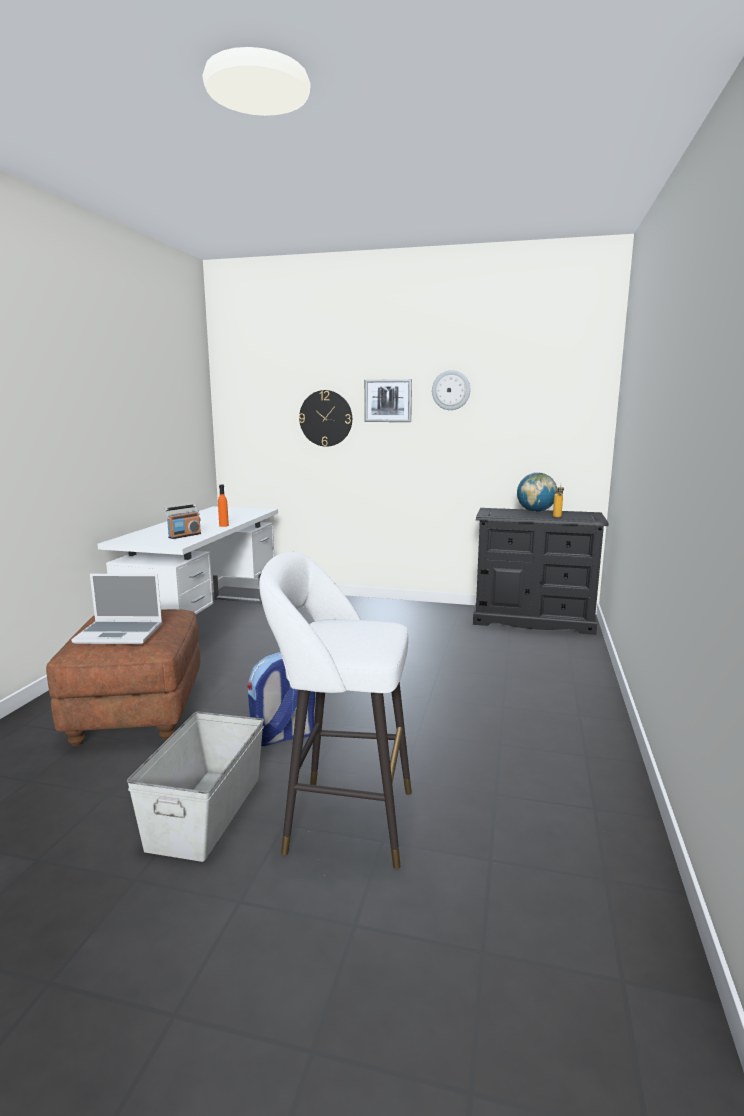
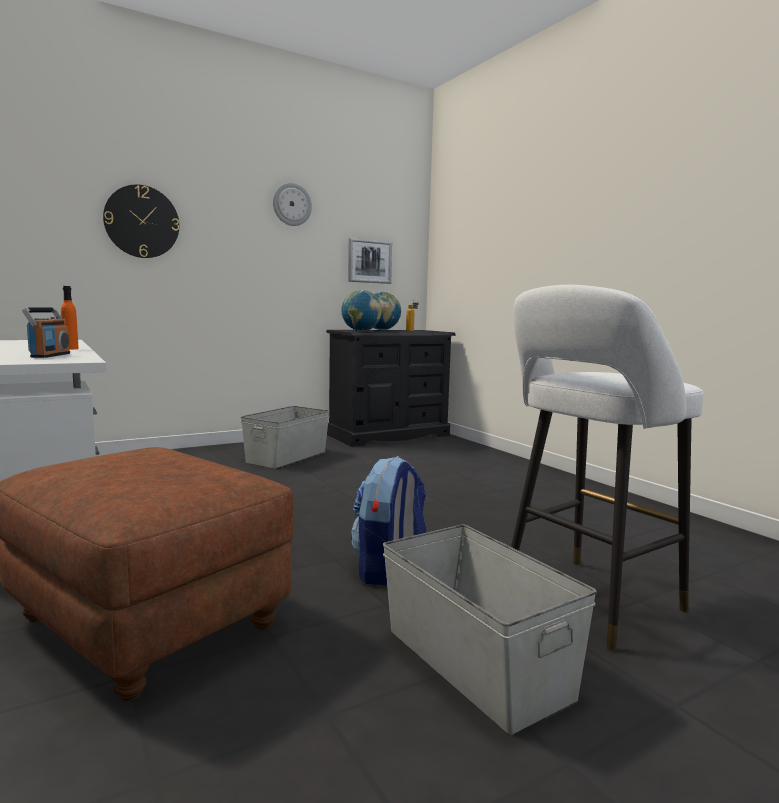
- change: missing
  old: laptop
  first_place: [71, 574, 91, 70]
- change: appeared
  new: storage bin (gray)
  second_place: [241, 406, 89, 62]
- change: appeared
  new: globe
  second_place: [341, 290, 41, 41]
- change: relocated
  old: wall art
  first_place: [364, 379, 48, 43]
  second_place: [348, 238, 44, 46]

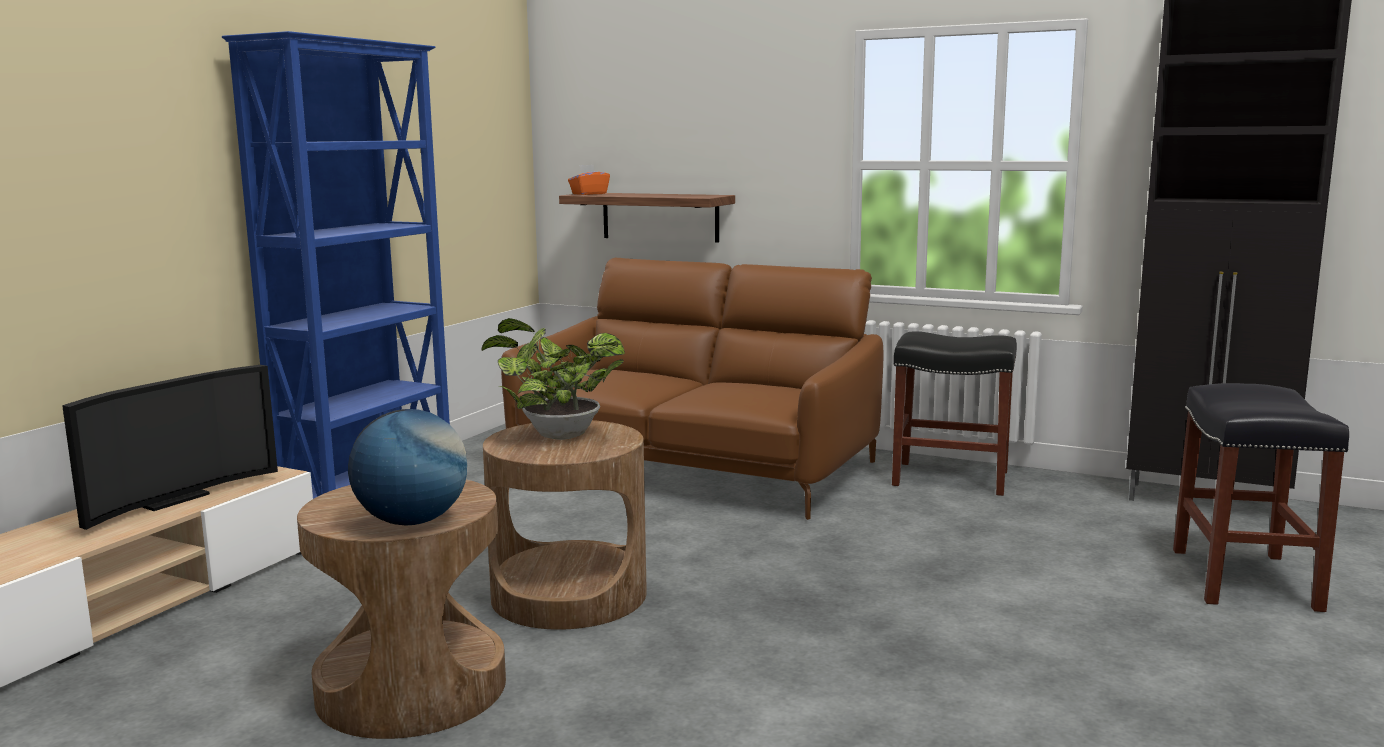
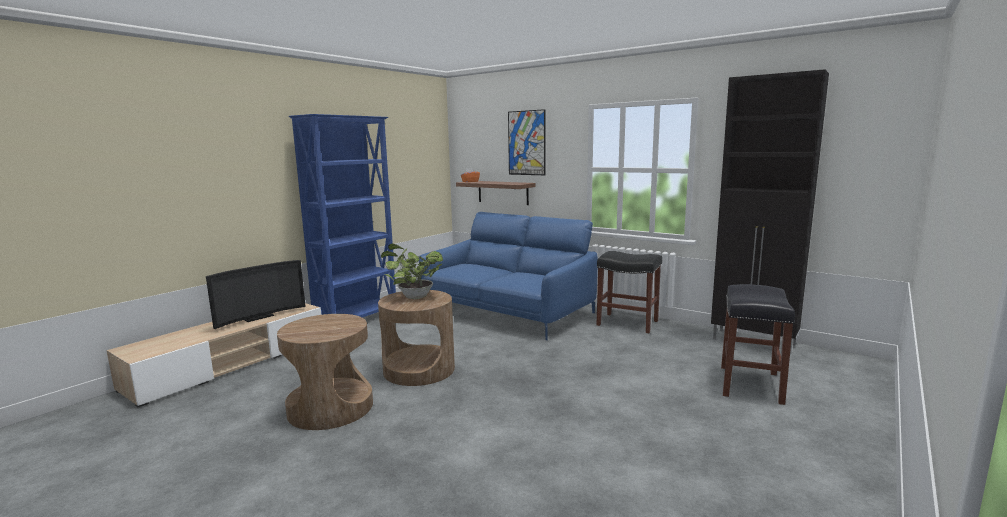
- change: missing
  old: globe
  first_place: [348, 409, 119, 116]
- change: appeared
  new: wall art
  second_place: [508, 109, 38, 66]
- change: colour
  old: settee (brown-coloured)
  new: settee (blue-coloured)
  first_place: [501, 258, 383, 262]
  second_place: [419, 212, 179, 128]

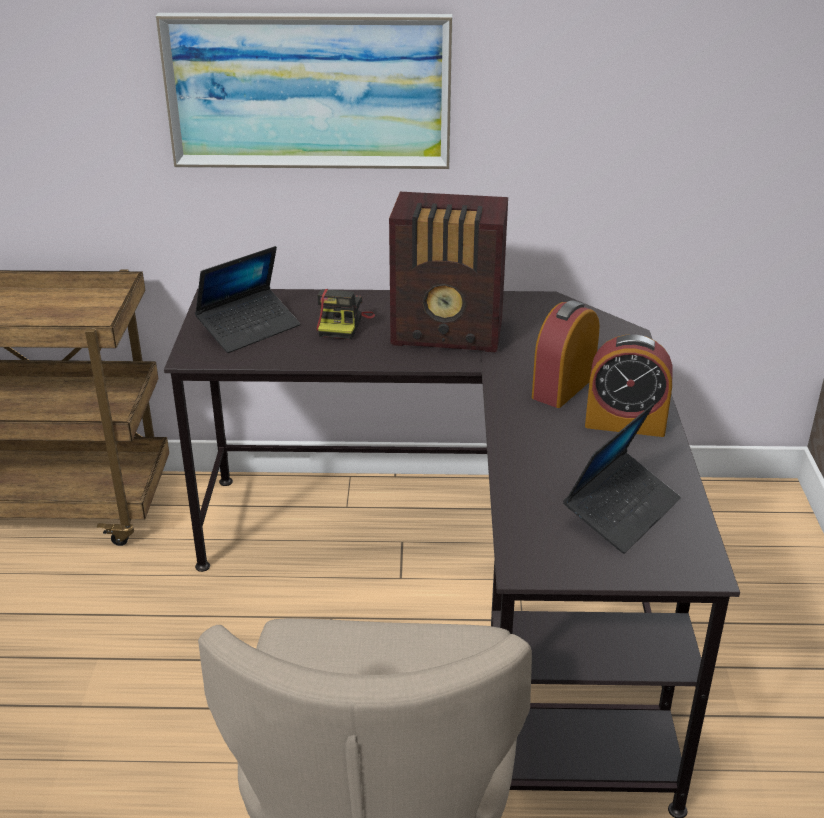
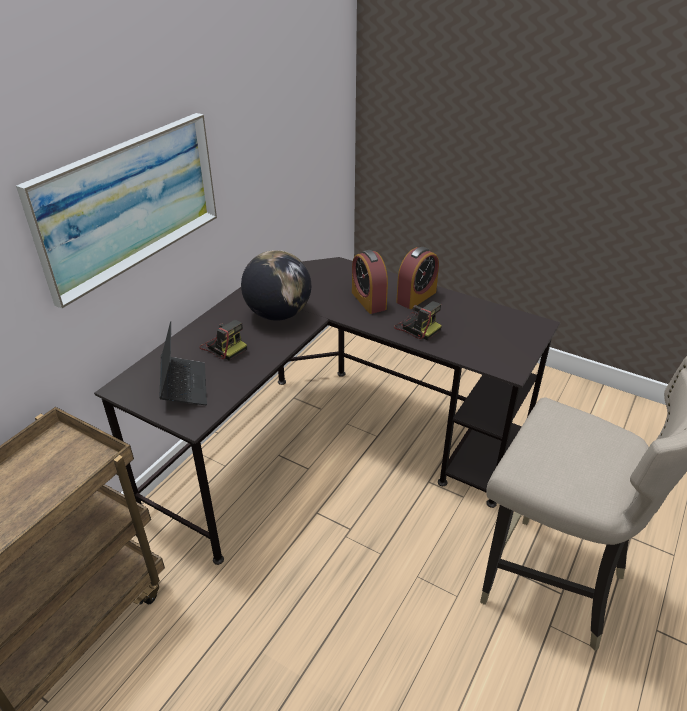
- change: missing
  old: laptop
  first_place: [563, 403, 118, 151]
- change: appeared
  new: still camera
  second_place: [394, 301, 48, 39]
- change: exchanged
  old: radio
  new: globe
  first_place: [389, 192, 119, 160]
  second_place: [241, 250, 70, 71]

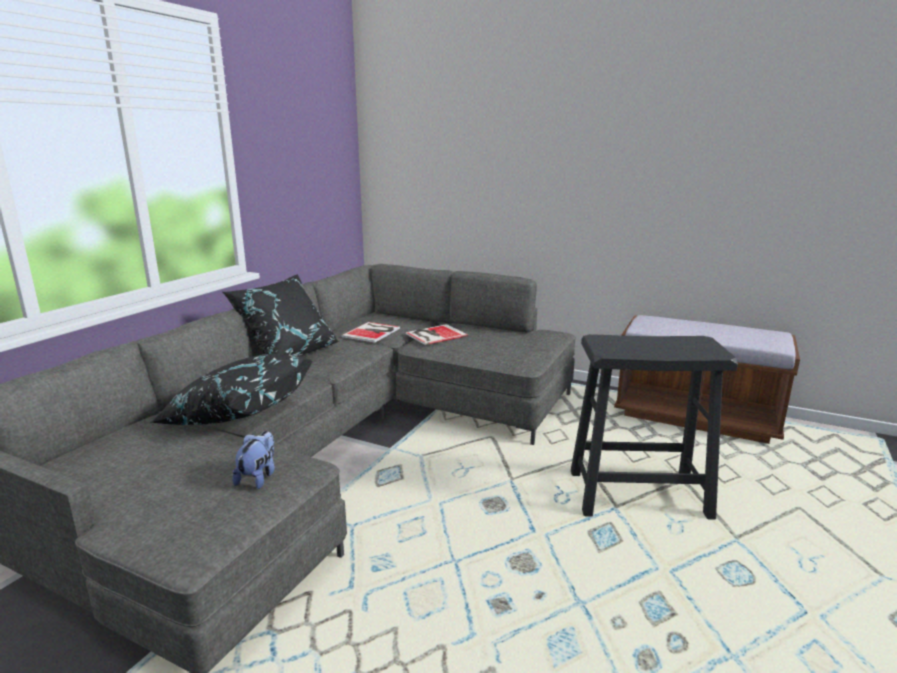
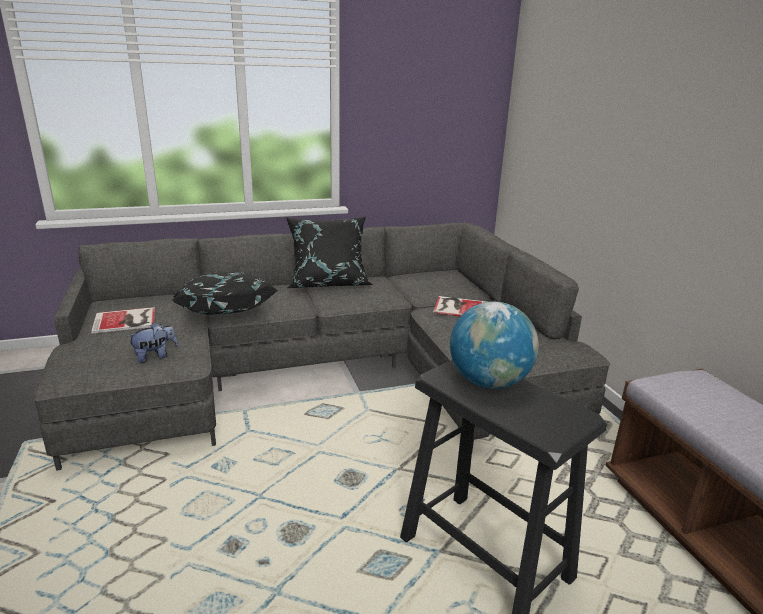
- change: appeared
  new: globe
  second_place: [450, 302, 89, 87]
- change: relocated
  old: book
  first_place: [341, 322, 59, 21]
  second_place: [91, 307, 64, 27]

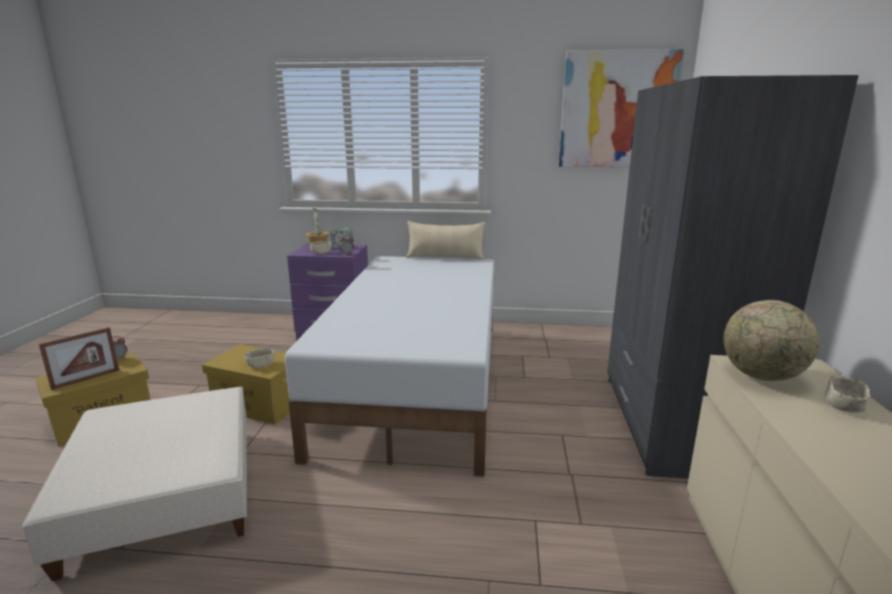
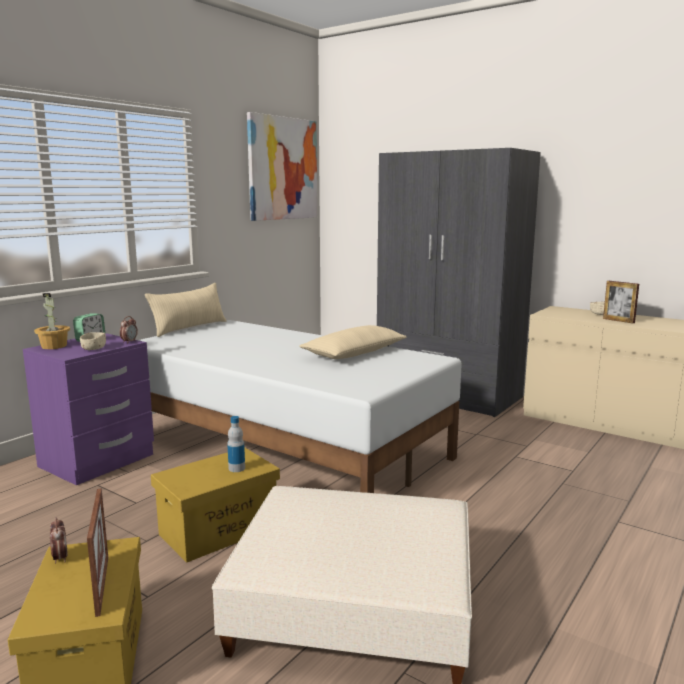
- change: missing
  old: globe
  first_place: [724, 300, 95, 81]
- change: appeared
  new: pillow (beige-coloured)
  second_place: [299, 325, 108, 34]
- change: appeared
  new: standing frame
  second_place: [603, 281, 36, 42]
- change: exchanged
  old: deep dish (beige-coloured)
  new: beverage bottle
  first_place: [244, 348, 31, 20]
  second_place: [227, 416, 18, 56]

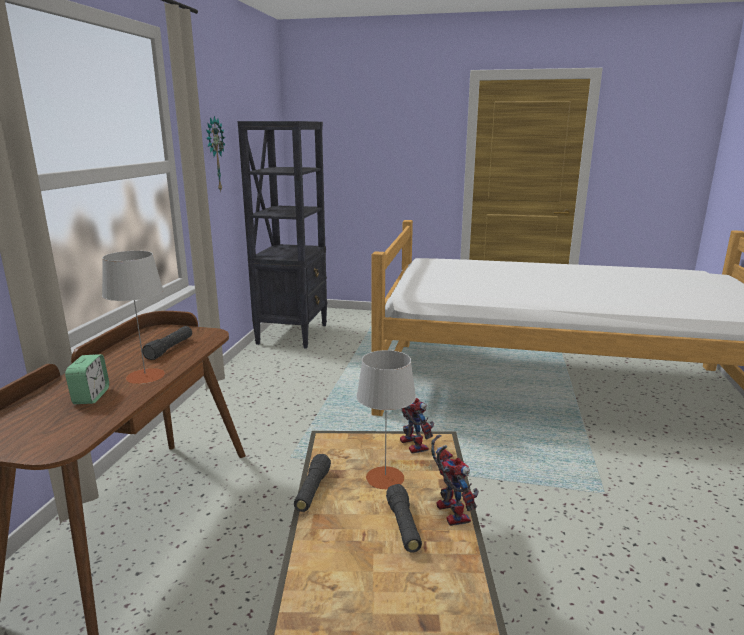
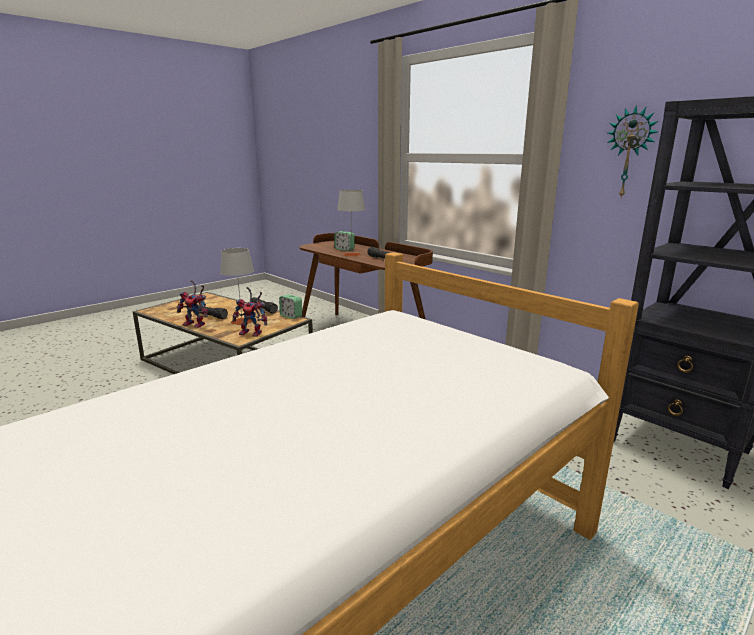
- change: appeared
  new: bedside clock
  second_place: [279, 294, 23, 25]

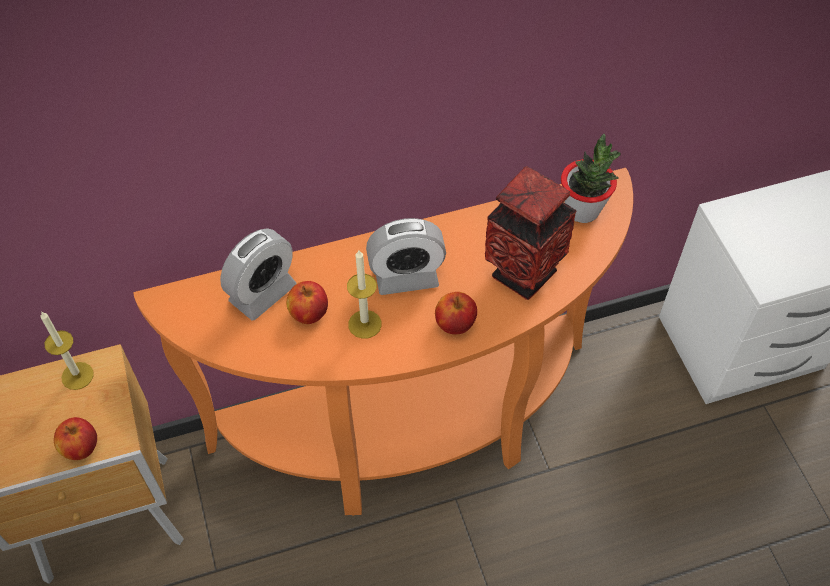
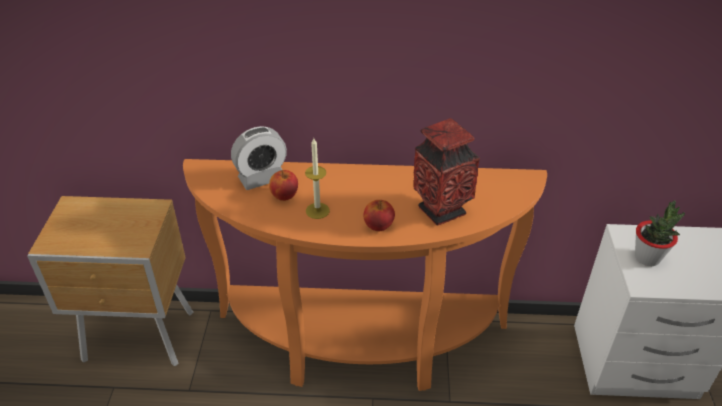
- change: missing
  old: wax light
  first_place: [40, 311, 54, 79]
- change: missing
  old: apple
  first_place: [54, 417, 43, 43]
- change: missing
  old: bedside clock
  first_place: [366, 218, 80, 77]
- change: relocated
  old: houseplant
  first_place: [561, 134, 60, 89]
  second_place: [635, 200, 50, 66]

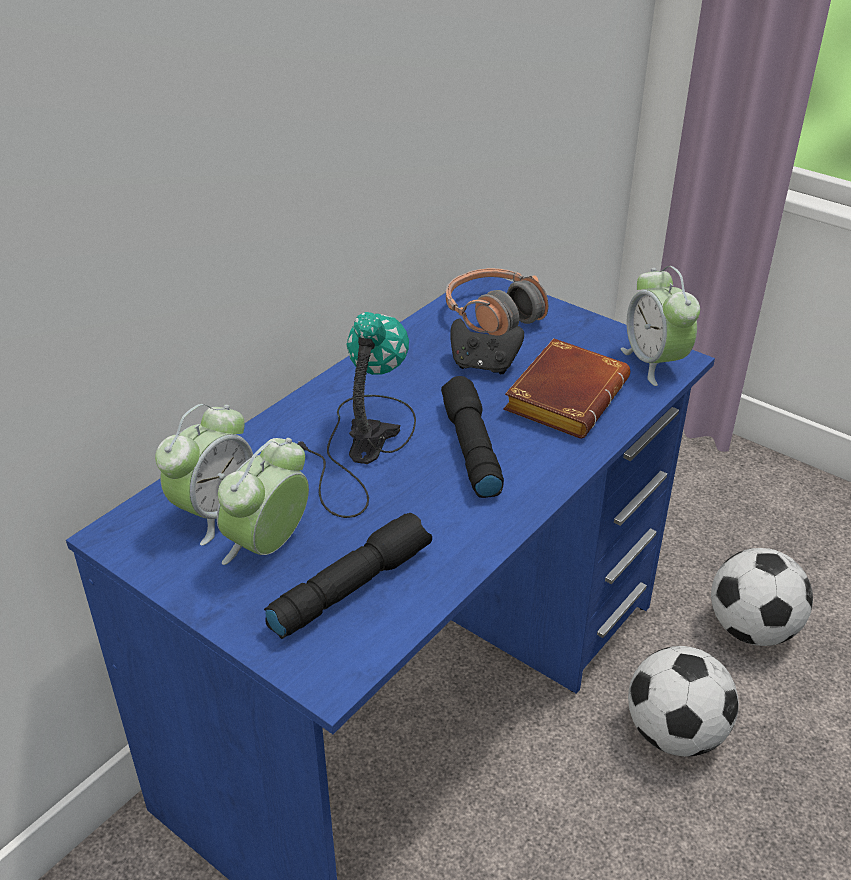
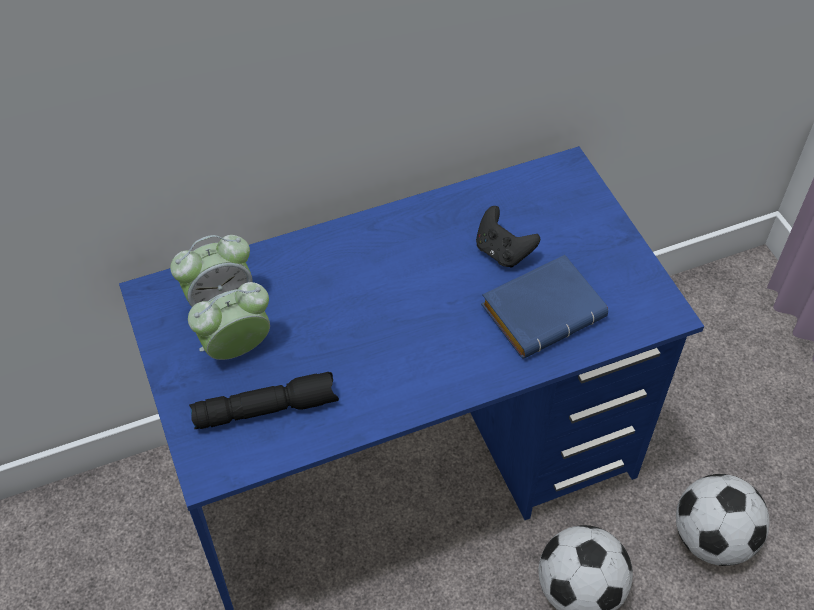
- change: missing
  old: lamp for a table
  first_place: [297, 312, 119, 206]
- change: missing
  old: hand torch (blackish)
  first_place: [441, 376, 63, 122]
- change: missing
  old: headphones
  first_place: [446, 268, 102, 68]
- change: missing
  old: bedside clock
  first_place: [621, 266, 79, 120]
- change: colour
  old: book (brown-coloured)
  new: book (blue-coloured)
  first_place: [503, 338, 127, 101]
  second_place: [481, 255, 127, 104]

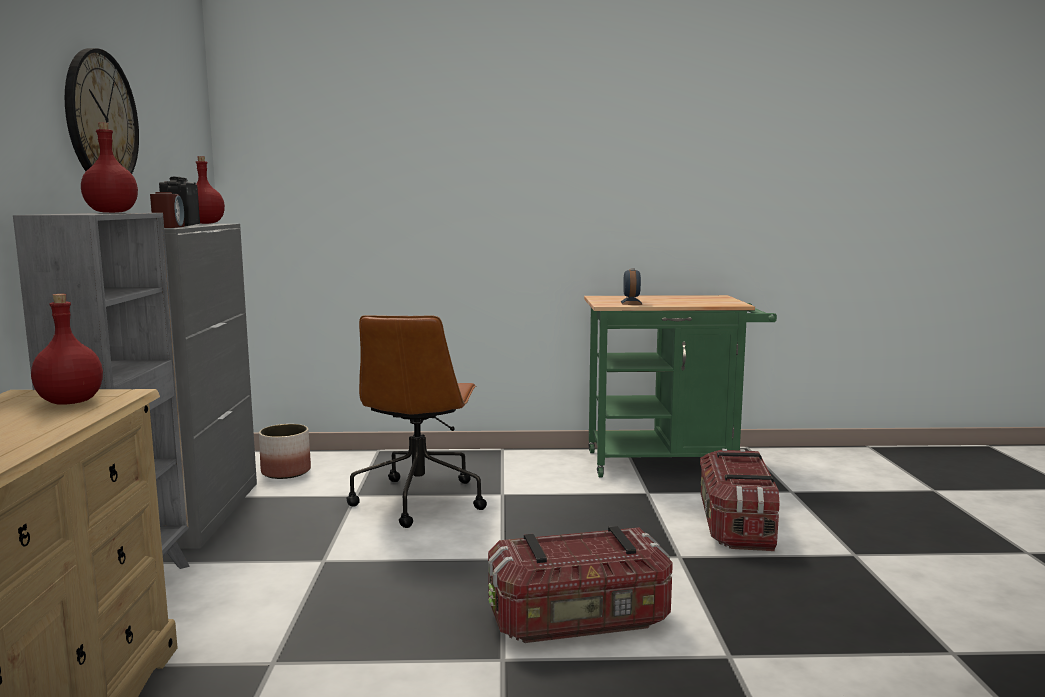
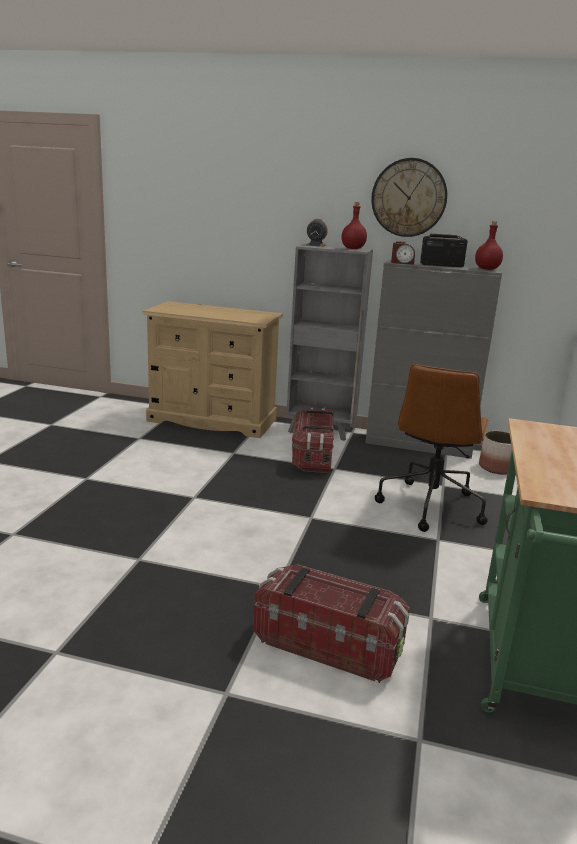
- change: missing
  old: beverage bottle (red)
  first_place: [31, 294, 72, 111]
- change: relocated
  old: storage bin
  first_place: [488, 526, 185, 117]
  second_place: [292, 408, 42, 65]
- change: relocated
  old: bedside clock
  first_place: [621, 268, 22, 37]
  second_place: [306, 219, 22, 28]
- change: spun
  old: office chair (brown-coloured)
  first_place: [346, 315, 141, 213]
  second_place: [375, 364, 114, 168]
  degrees: -90

